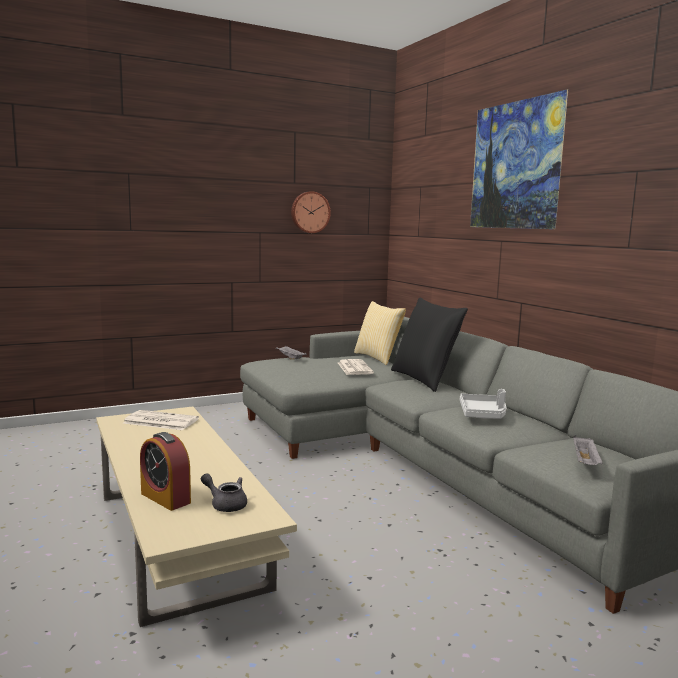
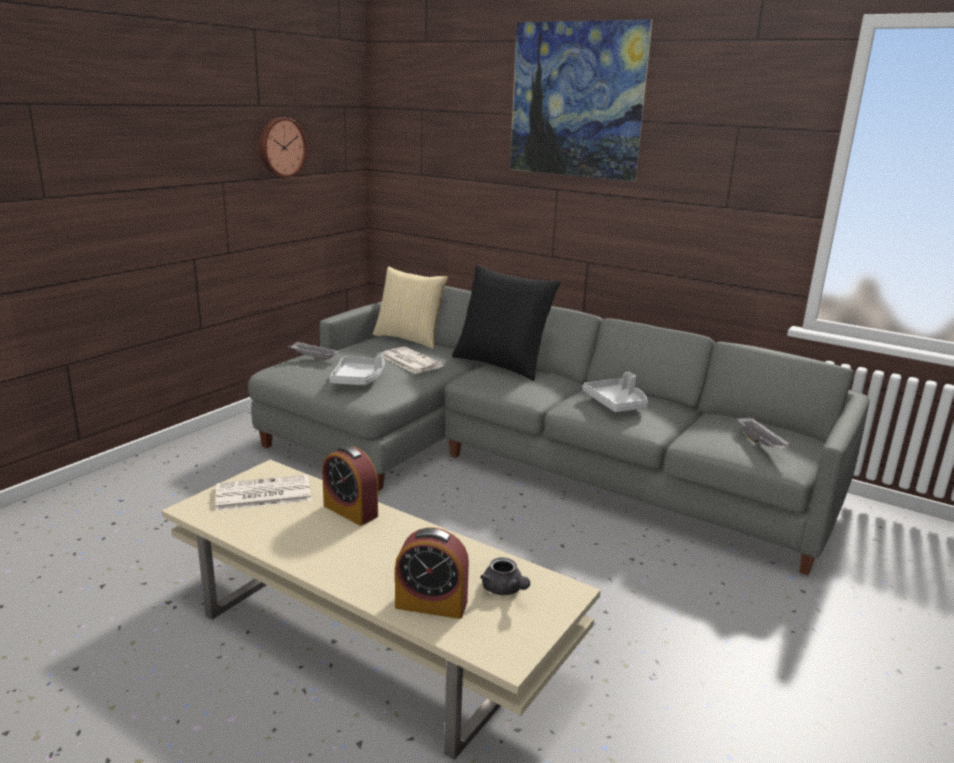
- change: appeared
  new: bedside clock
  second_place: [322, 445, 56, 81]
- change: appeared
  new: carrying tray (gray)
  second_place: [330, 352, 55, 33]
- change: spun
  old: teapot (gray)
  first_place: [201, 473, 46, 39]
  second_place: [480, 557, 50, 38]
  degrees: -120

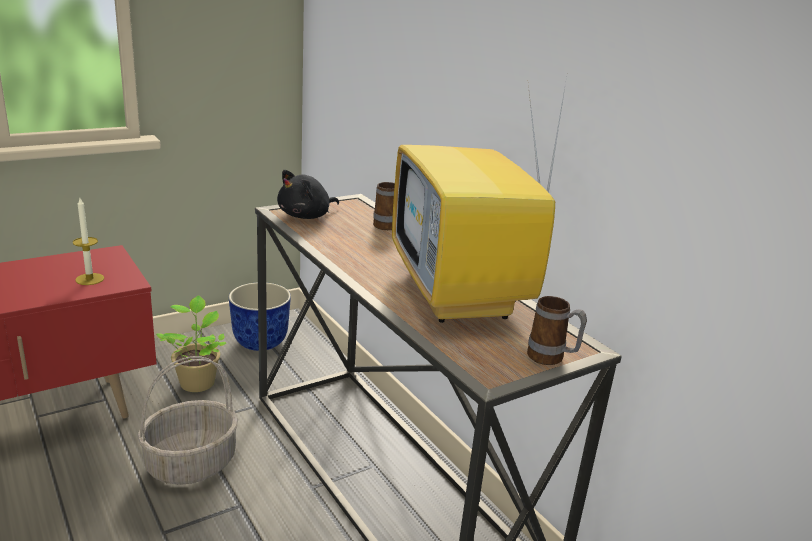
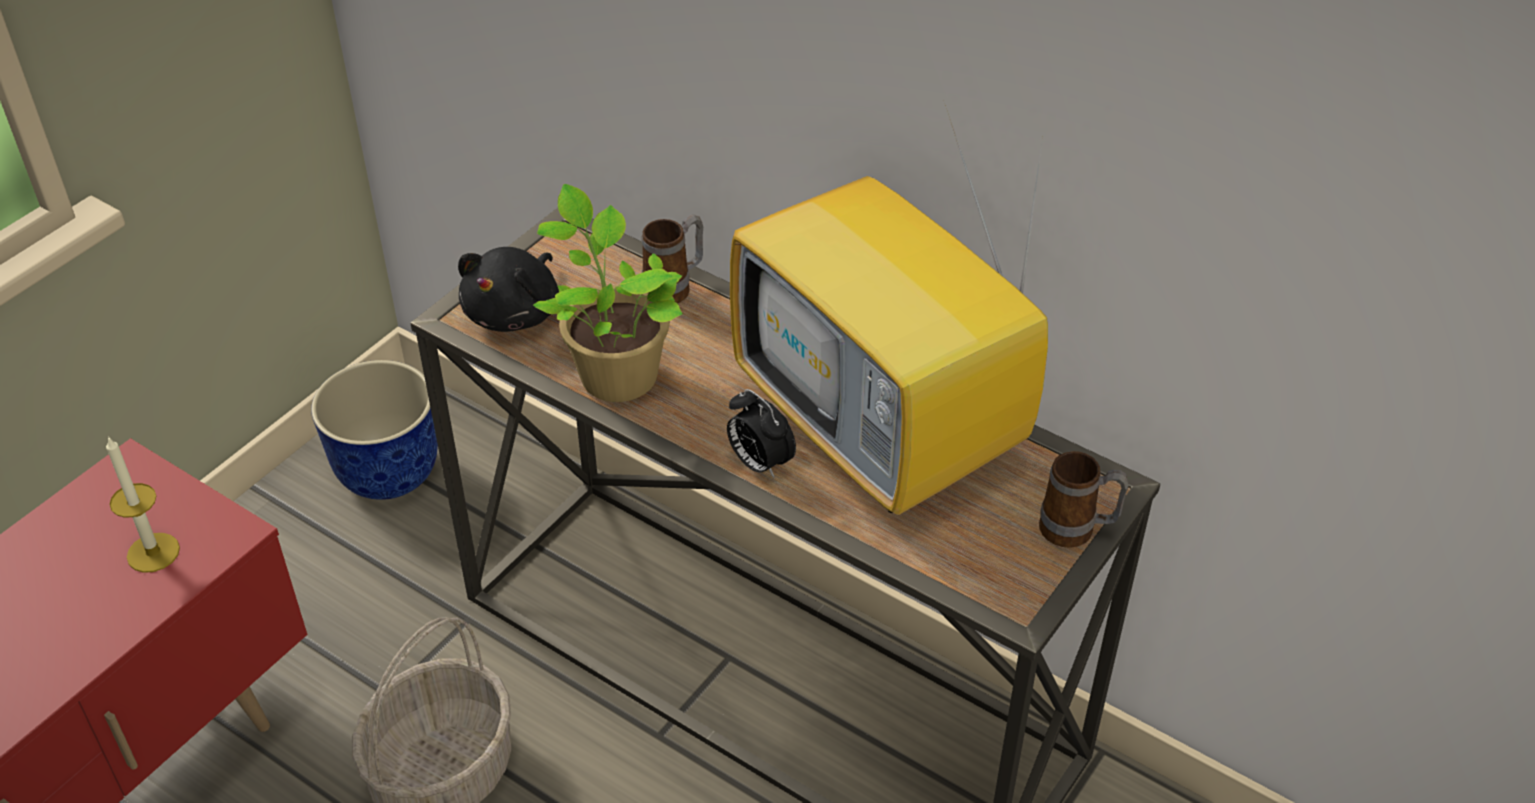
- change: appeared
  new: bedside clock
  second_place: [727, 389, 69, 90]
- change: relocated
  old: houseplant
  first_place: [156, 295, 71, 97]
  second_place: [533, 184, 150, 218]

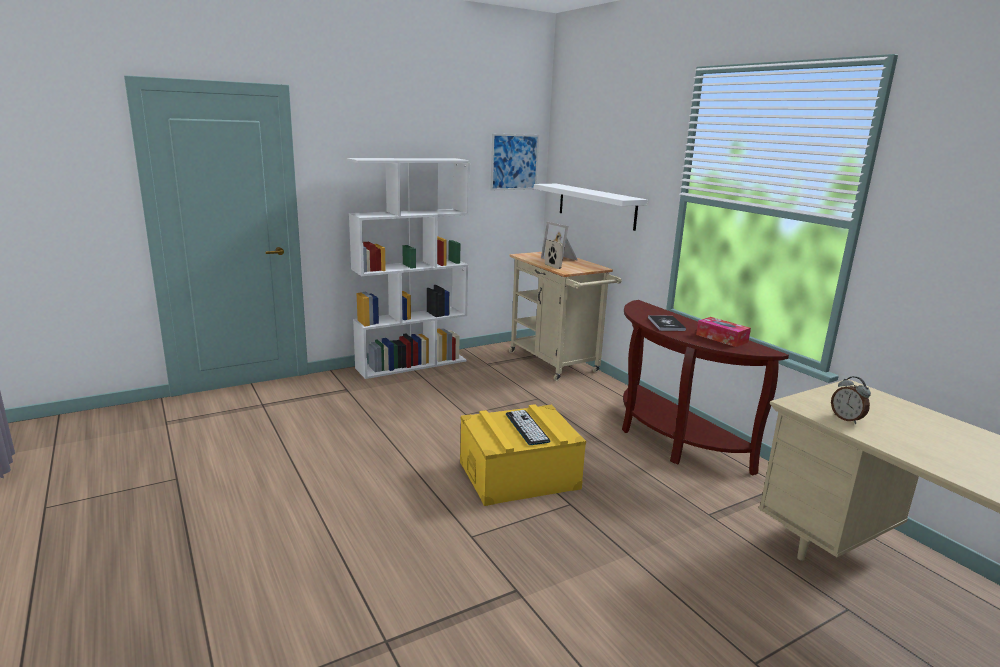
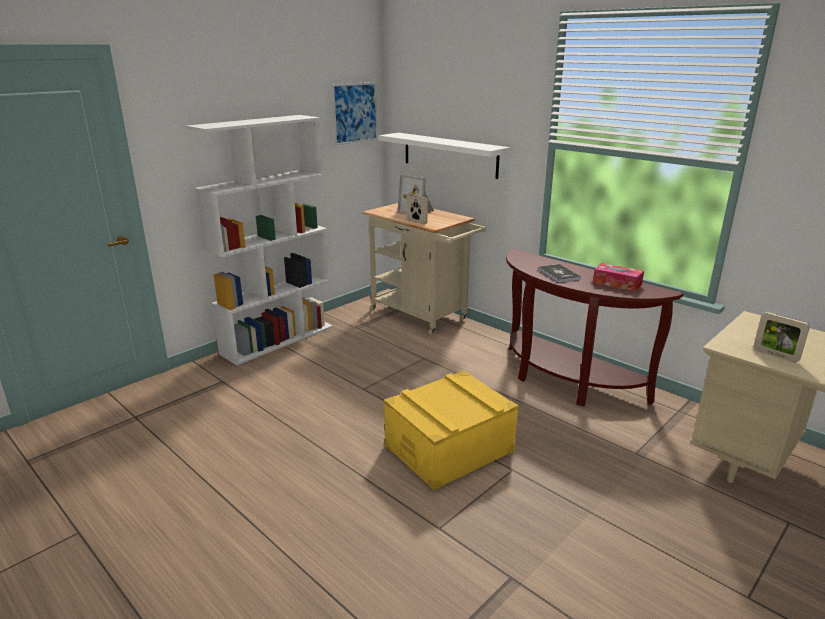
- change: missing
  old: keyboard
  first_place: [506, 410, 44, 35]
- change: exchanged
  old: bedside clock
  new: standing frame
  first_place: [831, 376, 40, 48]
  second_place: [753, 312, 57, 50]

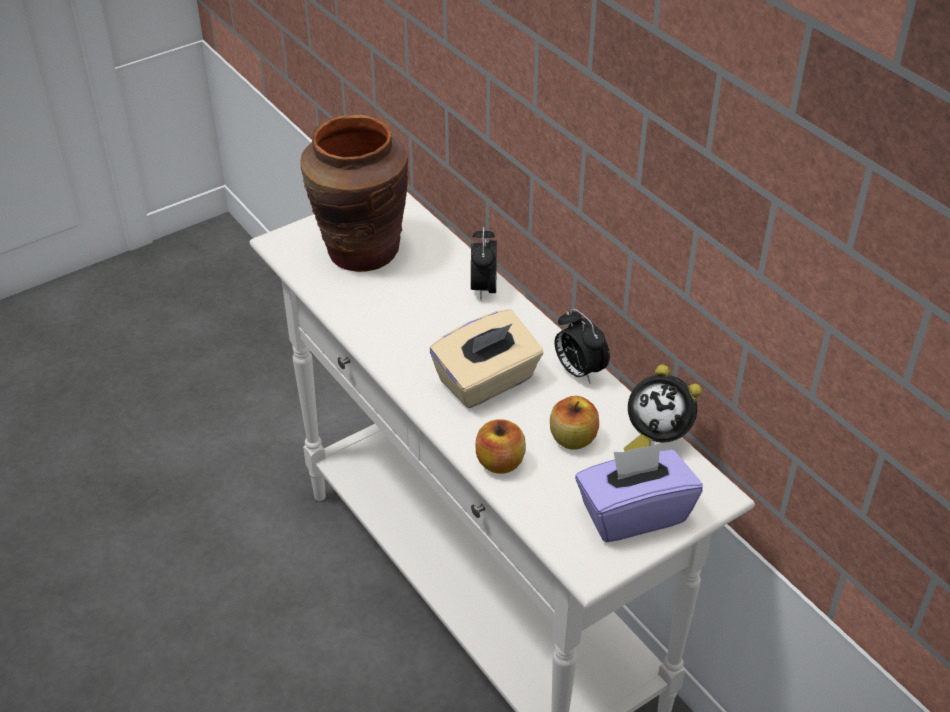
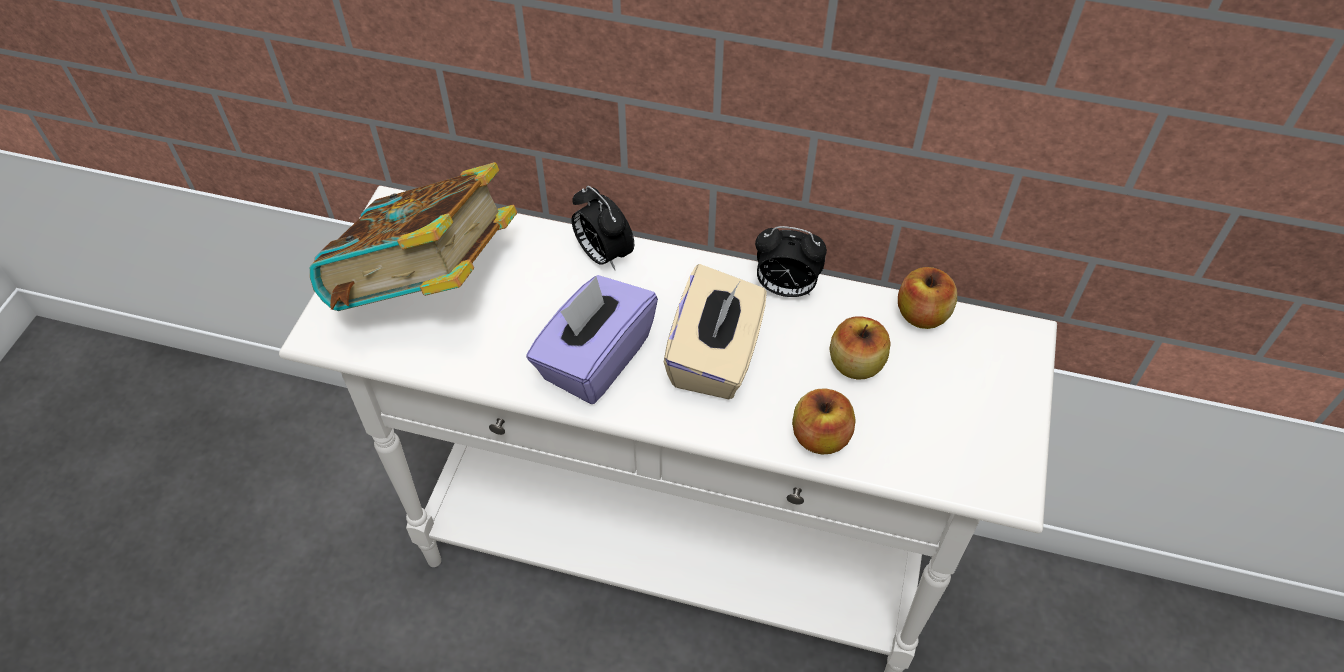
- change: relocated
  old: tissue box (purple-coloured)
  first_place: [575, 443, 128, 99]
  second_place: [526, 275, 132, 129]
- change: exchanged
  old: decorative vase (brown-coloured)
  new: book
  first_place: [301, 115, 107, 157]
  second_place: [310, 162, 207, 149]
- change: exchanged
  old: bedside clock
  new: apple
  first_place: [624, 364, 78, 87]
  second_place: [898, 267, 59, 62]

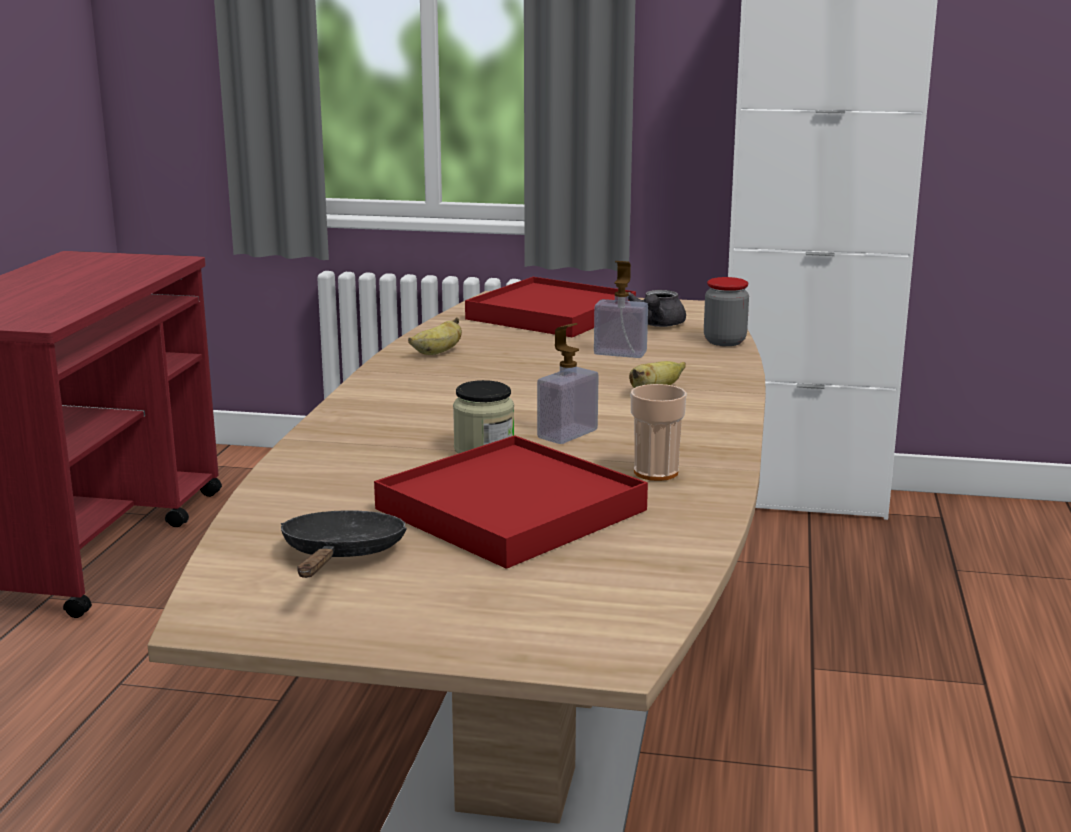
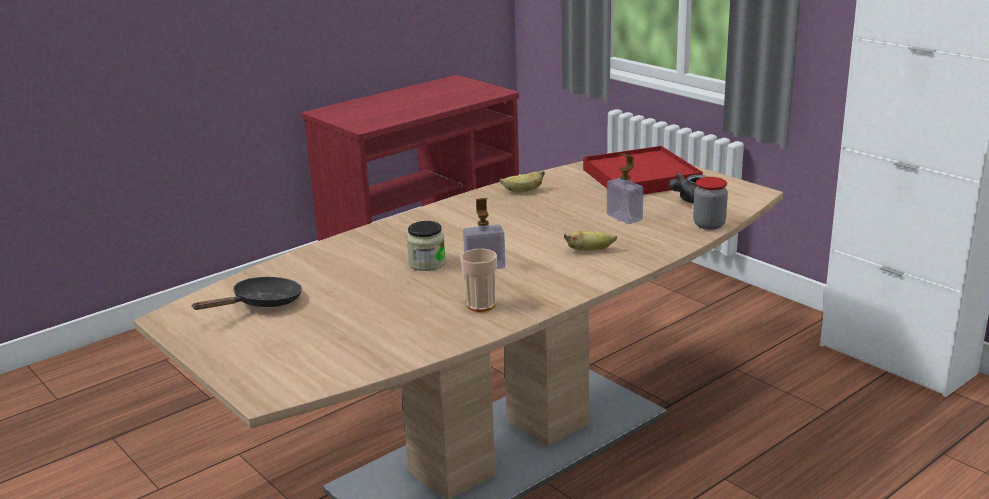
- change: missing
  old: carrying tray (red)
  first_place: [374, 435, 274, 134]

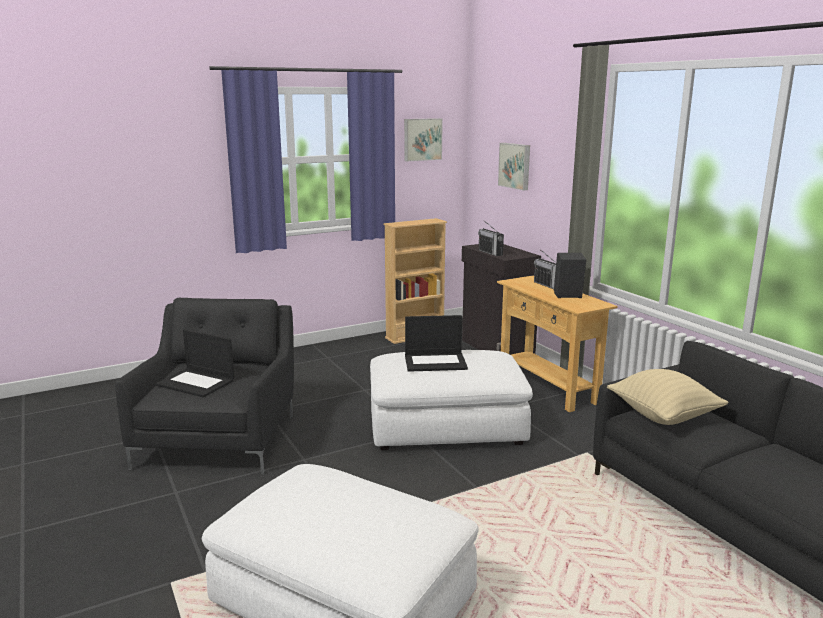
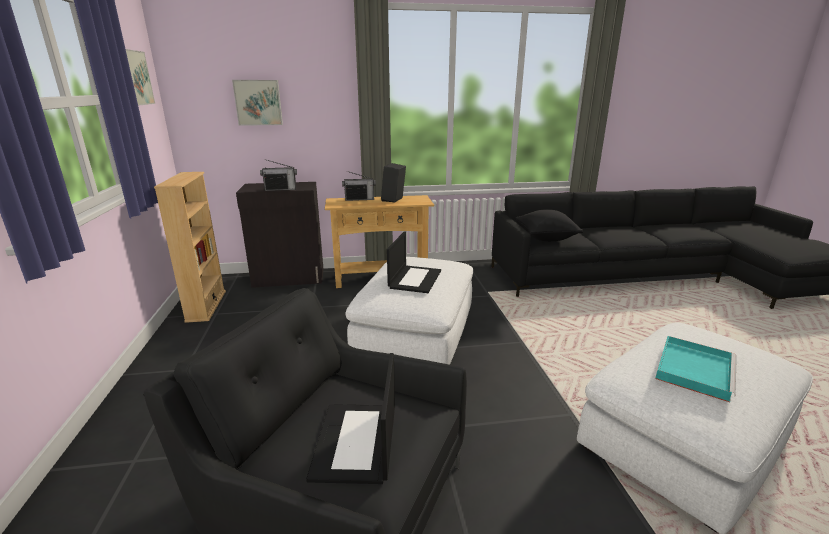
- change: appeared
  new: carrying tray (blue-green)
  second_place: [655, 336, 82, 66]
- change: colour
  old: pillow (beige-coloured)
  new: pillow (blackish)
  first_place: [607, 369, 121, 56]
  second_place: [515, 209, 68, 32]
- change: spun
  old: laptop
  first_place: [155, 329, 79, 68]
  second_place: [306, 353, 89, 131]
  degrees: 135

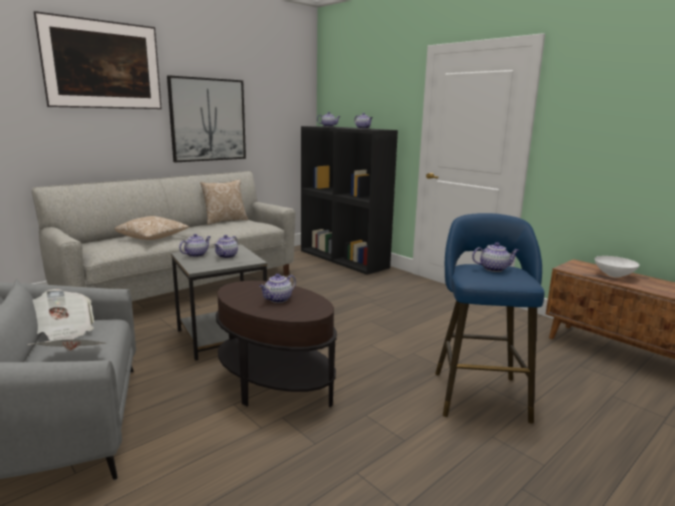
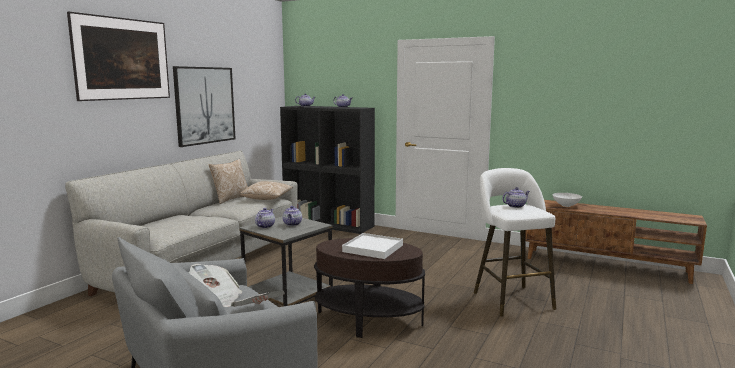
- change: relocated
  old: pillow
  first_place: [114, 216, 76, 24]
  second_place: [240, 181, 53, 19]
- change: exchanged
  old: teapot
  new: carrying tray (whitish)
  first_place: [259, 274, 37, 29]
  second_place: [342, 233, 61, 26]
- change: colour
  old: stool (blue-coloured)
  new: stool (whitish)
  first_place: [435, 213, 110, 211]
  second_place: [474, 168, 82, 149]

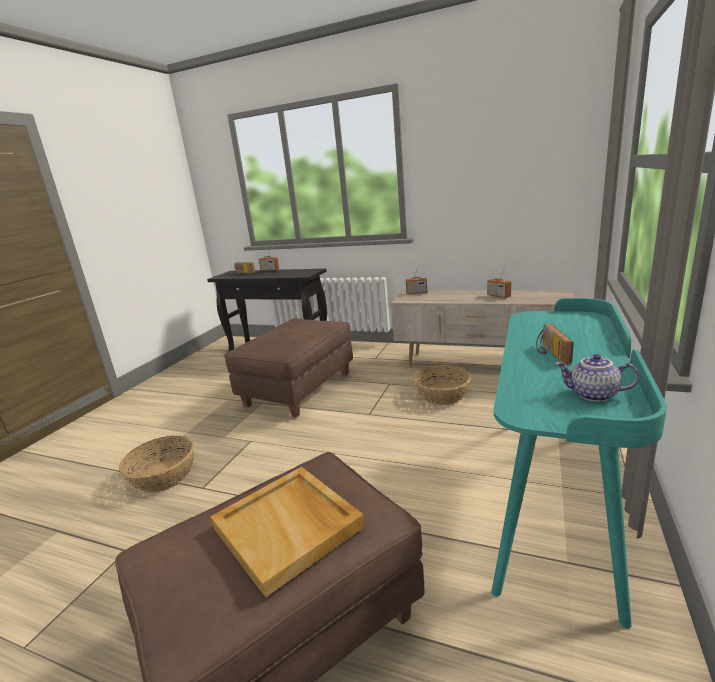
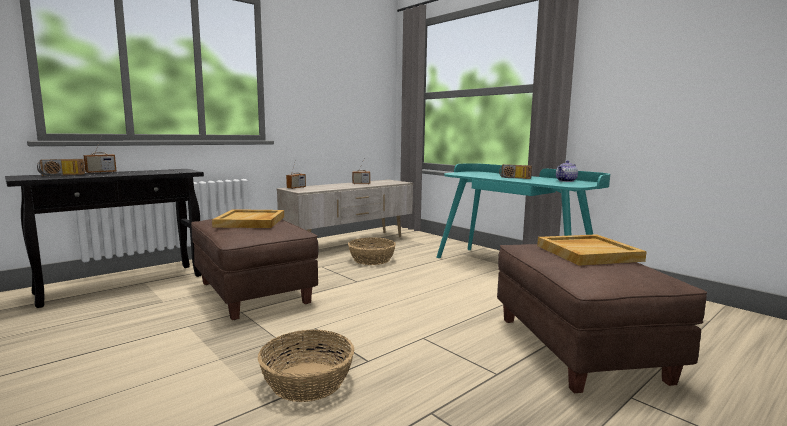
- change: appeared
  new: carrying tray (beige-coloured)
  second_place: [212, 209, 72, 19]

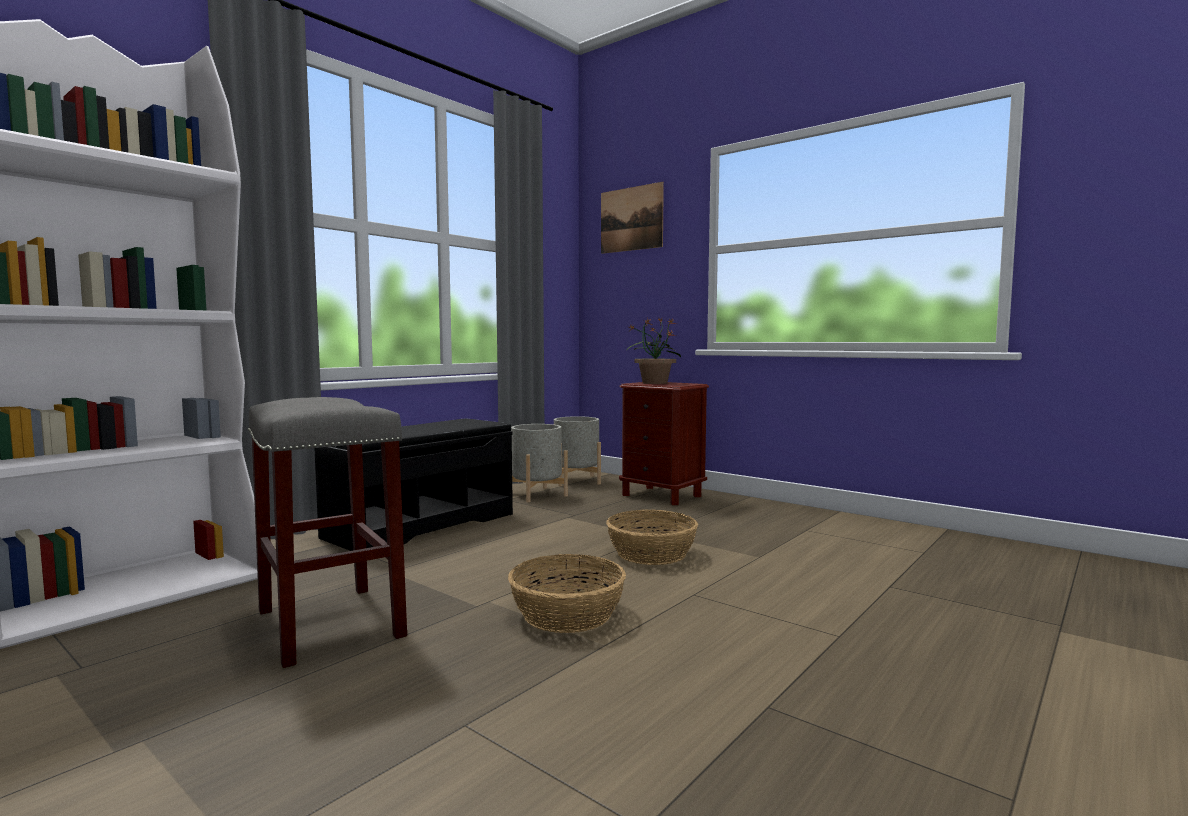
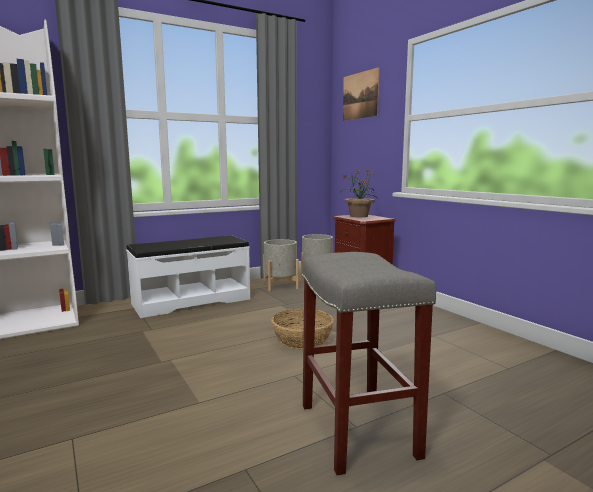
- change: missing
  old: storage basket
  first_place: [508, 554, 118, 79]
- change: relocated
  old: stool (gray)
  first_place: [248, 397, 159, 271]
  second_place: [302, 252, 134, 223]
- change: colour
  old: indoor bench (blackish)
  new: indoor bench (whitish)
  first_place: [314, 419, 199, 132]
  second_place: [126, 235, 124, 83]

